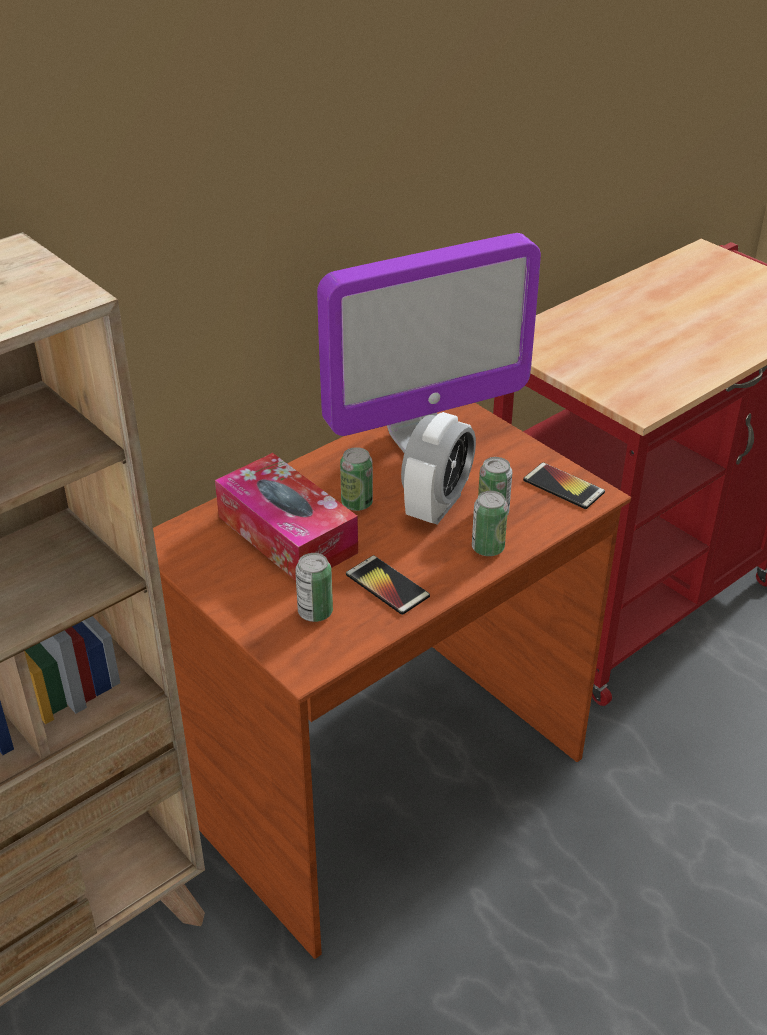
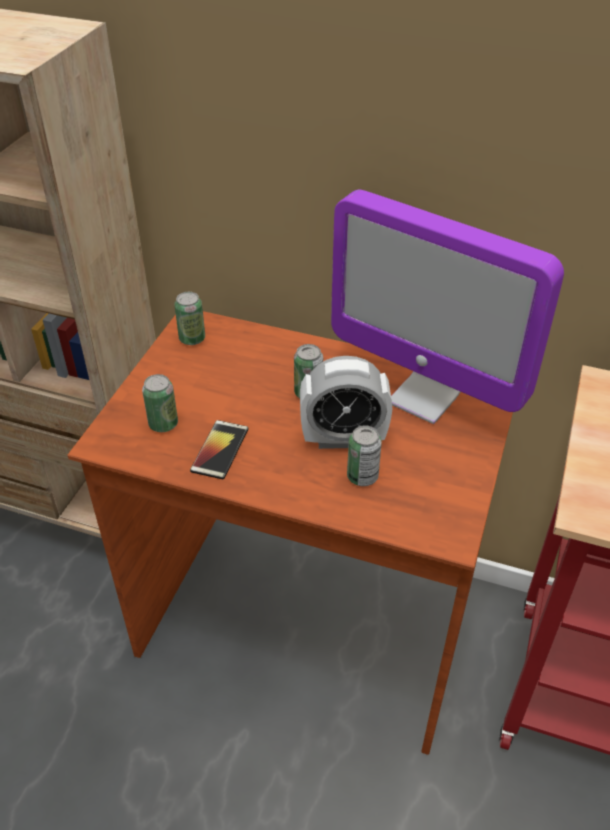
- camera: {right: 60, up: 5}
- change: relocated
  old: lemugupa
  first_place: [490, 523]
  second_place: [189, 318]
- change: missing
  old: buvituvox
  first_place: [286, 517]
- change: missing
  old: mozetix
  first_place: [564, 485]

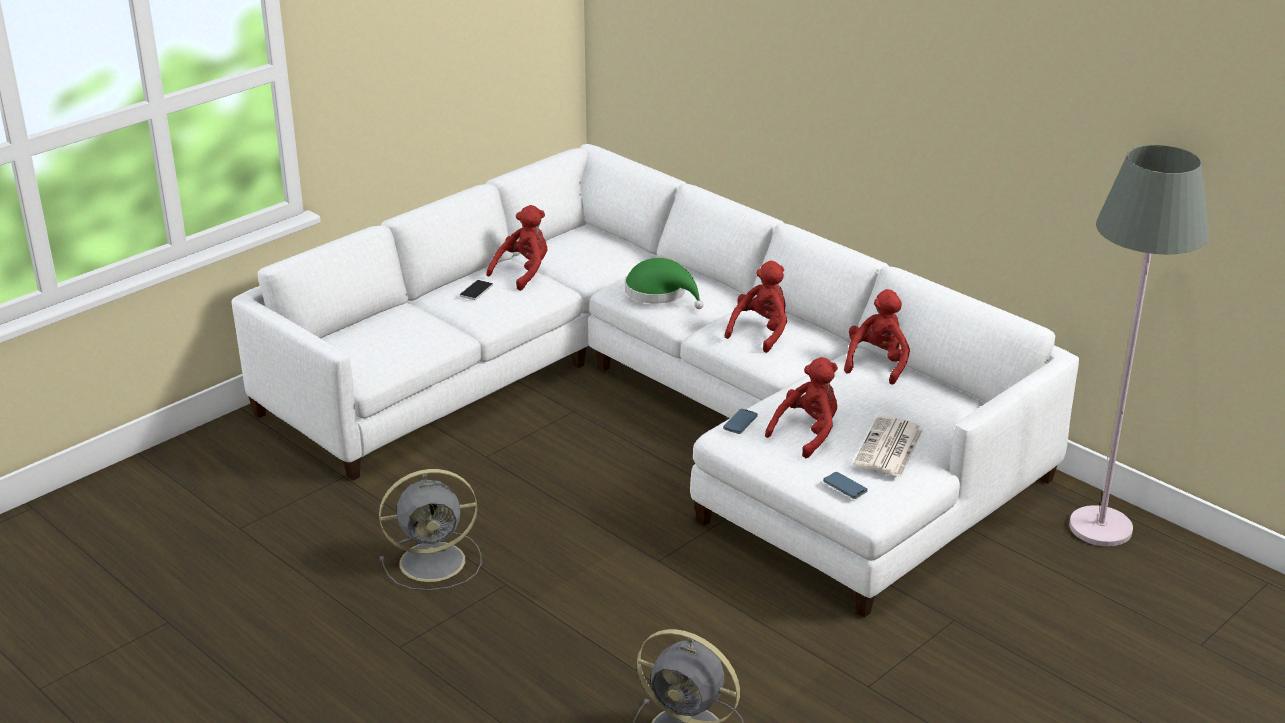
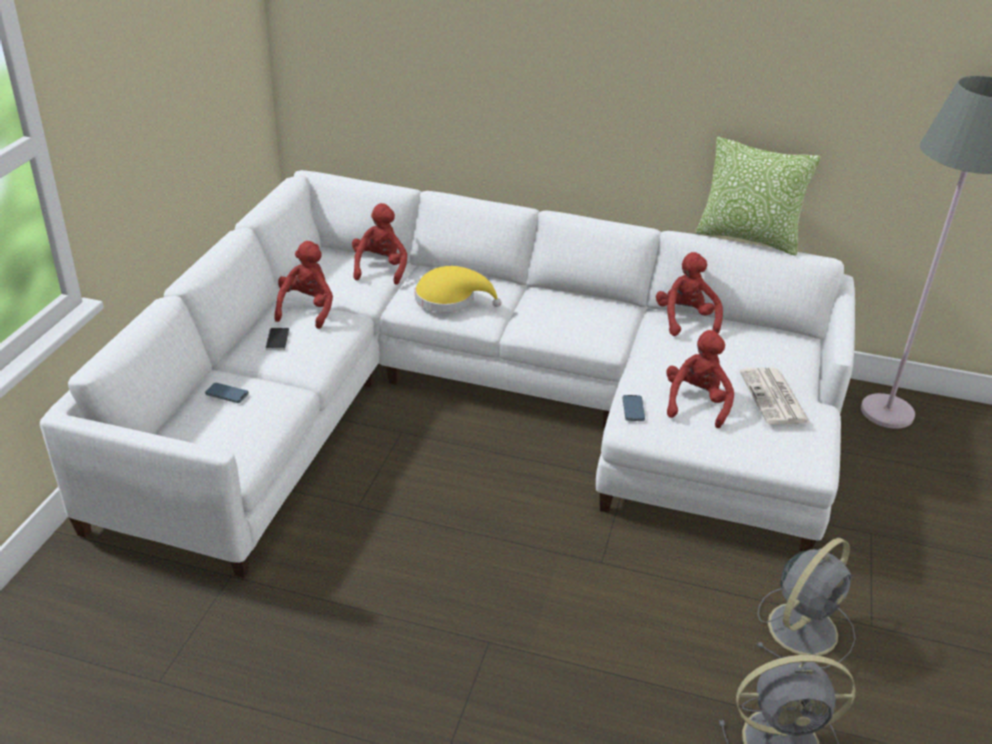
- camera: {right: -30, up: 5}
- change: relocated
  old: mozetix
  first_place: [845, 485]
  second_place: [227, 393]
- change: relocated
  old: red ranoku
  first_place: [756, 307]
  second_place: [379, 244]
- change: colour
  old: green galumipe
  new: yellow galumipe
  first_place: [664, 283]
  second_place: [458, 289]
- change: appeared
  new: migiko
  second_place: [758, 196]
- change: relocated
  old: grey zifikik
  first_place: [430, 530]
  second_place: [806, 603]

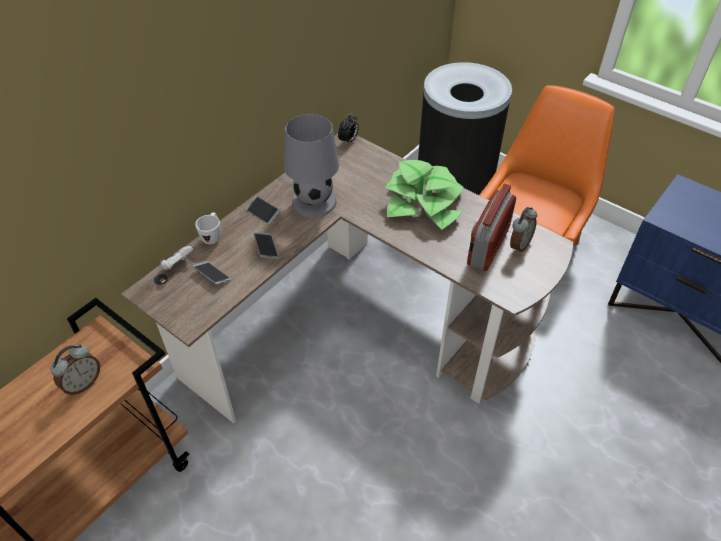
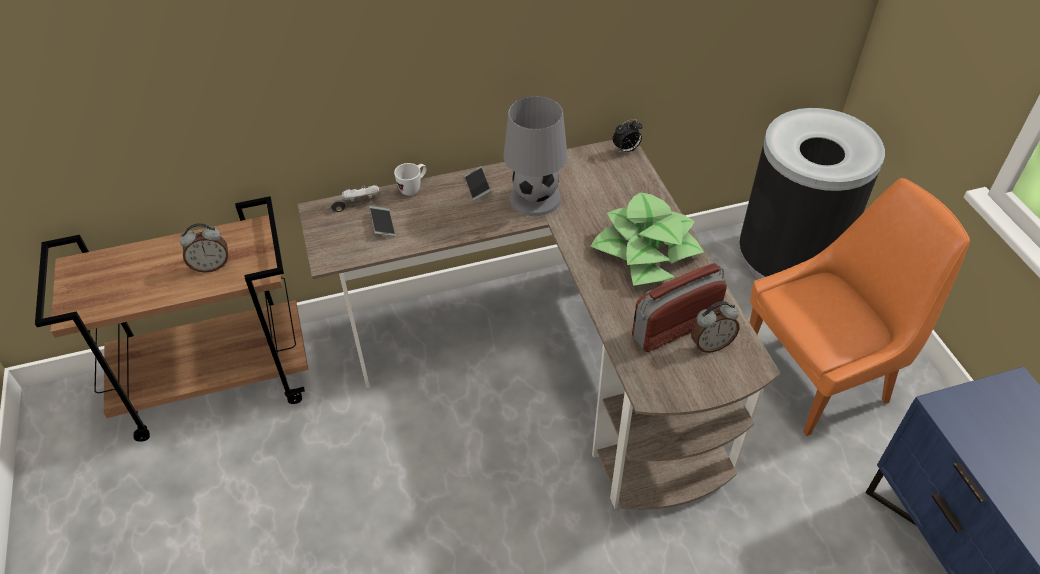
- camera: {right: 35, up: 0}
- change: missing
  old: mozetix
  first_place: [265, 245]

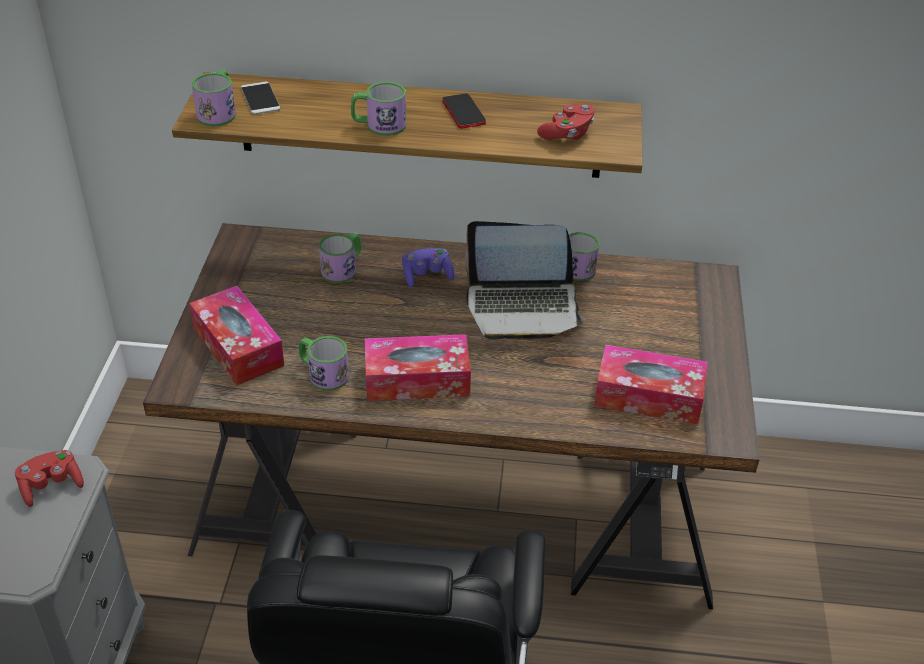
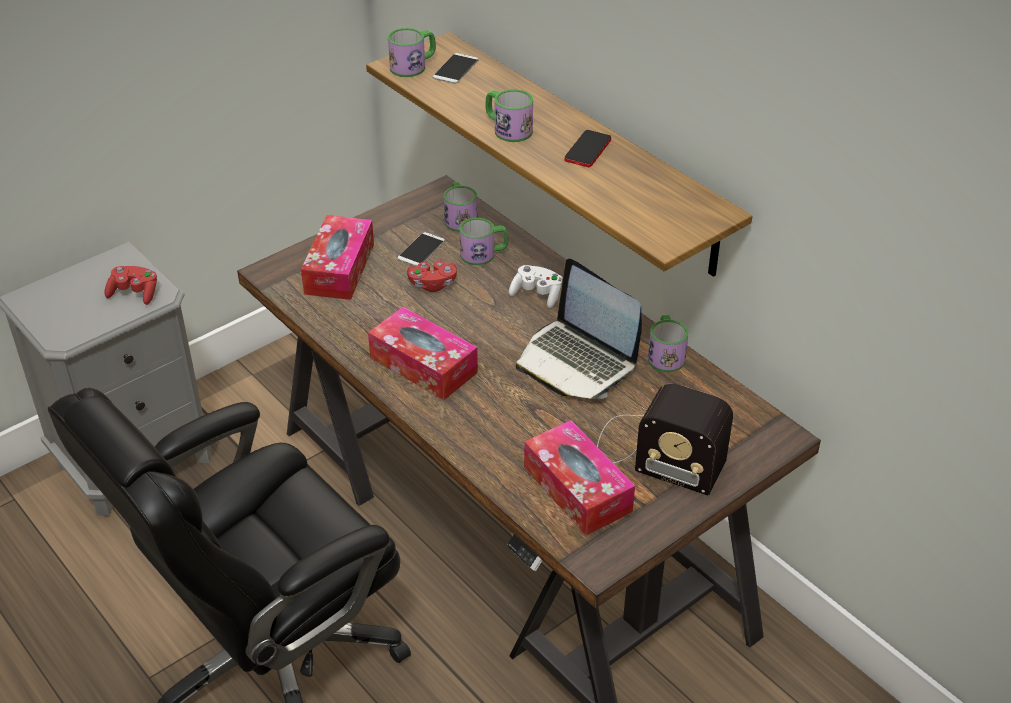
- camera: {right: 45, up: 0}
- change: appeared
  new: mozetix
  second_place: [421, 249]
- change: relocated
  old: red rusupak
  first_place: [566, 122]
  second_place: [432, 276]
- change: relocated
  old: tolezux
  first_place: [324, 363]
  second_place: [460, 207]
- change: colour
  old: purple rusupak
  new: white rusupak
  first_place: [428, 268]
  second_place: [535, 287]
- change: appeared
  new: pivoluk
  second_place: [665, 439]

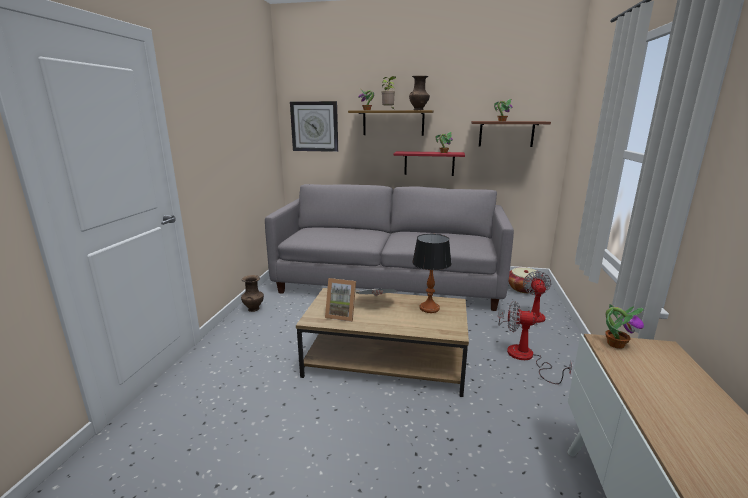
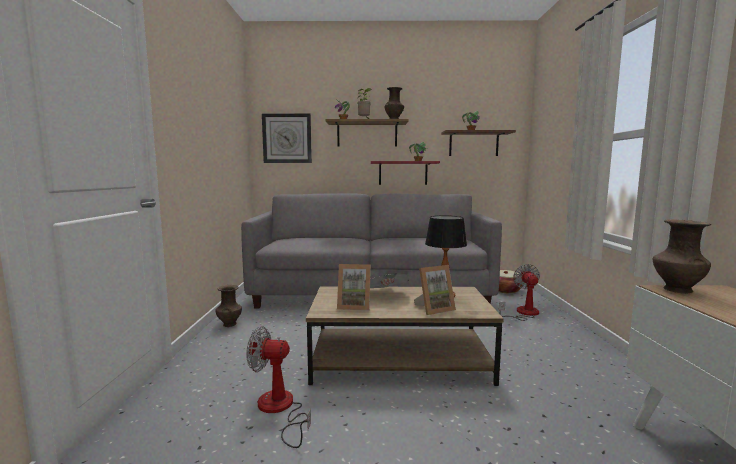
- camera: {right: -10, up: -10}
- change: relocated
  old: zifikik
  first_place: [539, 342]
  second_place: [278, 387]
- change: appeared
  new: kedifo
  second_place: [435, 290]
- change: exchanged
  old: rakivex
  new: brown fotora
  first_place: [624, 326]
  second_place: [682, 256]

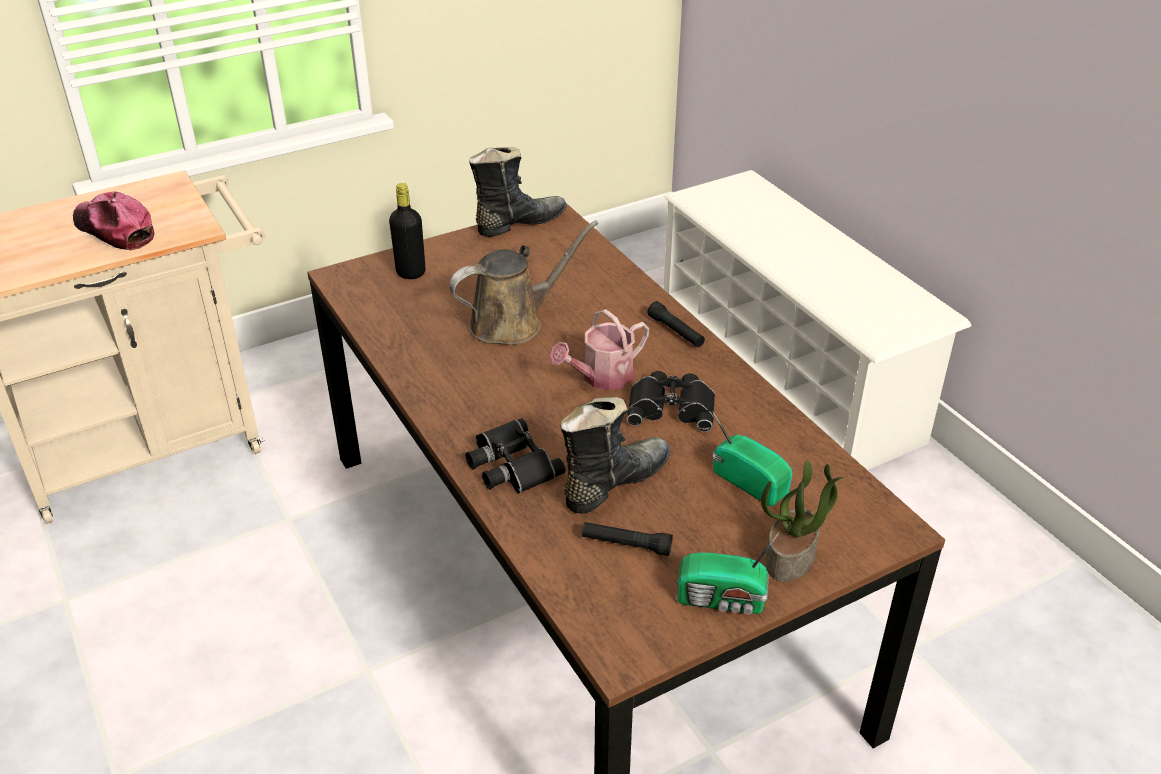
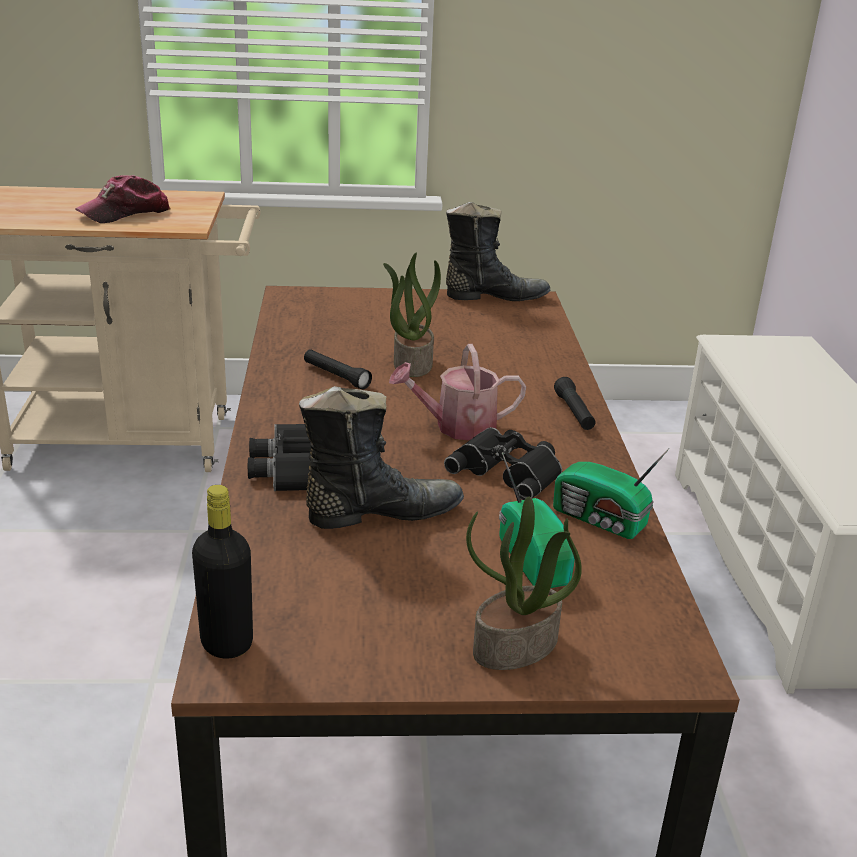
- camera: {right: 25, up: -10}
- change: spun
  old: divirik
  first_place: [113, 220]
  second_place: [123, 199]
  degrees: -105
- change: relocated
  old: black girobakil
  first_place: [407, 231]
  second_place: [222, 571]
- change: relocated
  old: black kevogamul
  first_place: [627, 539]
  second_place: [338, 369]
- change: exchanged
  old: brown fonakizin
  new: rakivex
  first_place: [523, 282]
  second_place: [412, 315]
- change: relocated
  old: pivoluk
  first_place: [728, 573]
  second_place: [611, 493]

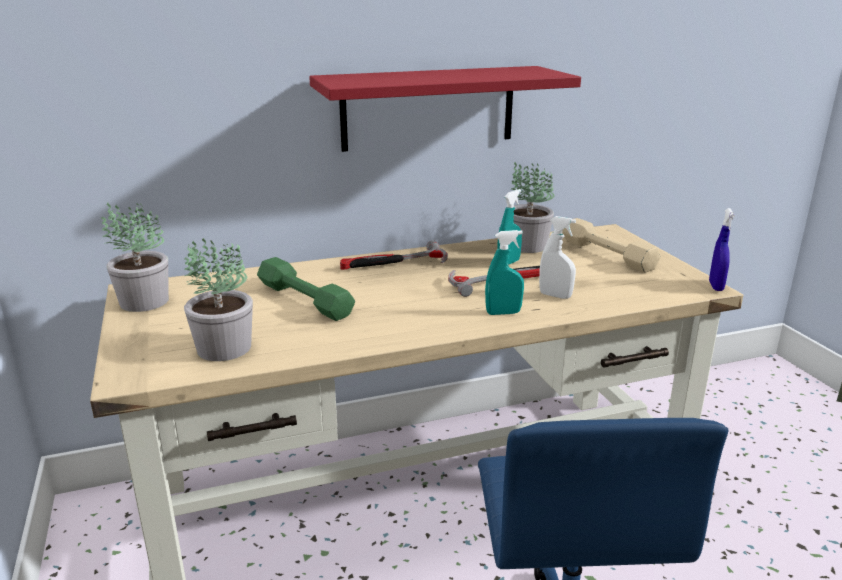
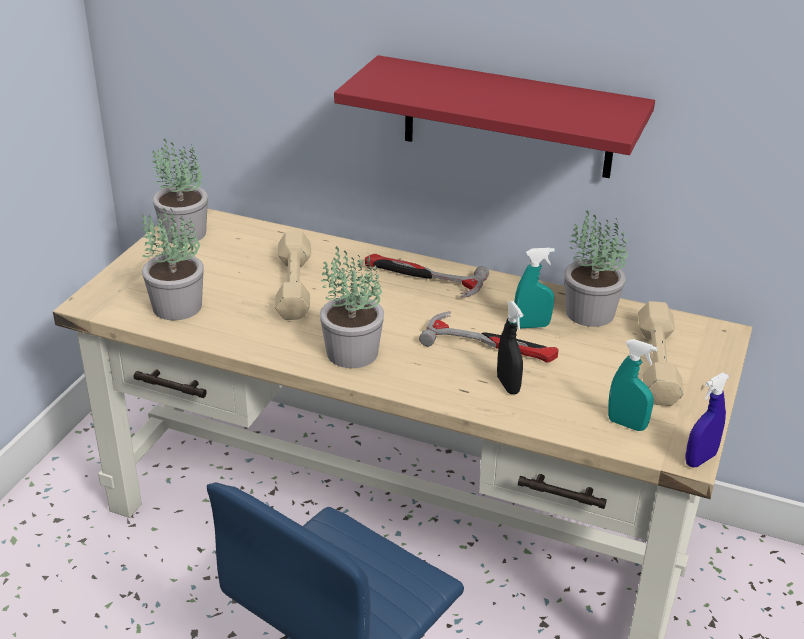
- camera: {right: 40, up: 10}
- change: colour
  old: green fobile
  new: beige fobile
  first_place: [306, 289]
  second_place: [293, 275]
- change: appeared
  new: rakivex
  second_place: [352, 307]
- change: colour
  old: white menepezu
  new: black menepezu
  first_place: [557, 257]
  second_place: [510, 347]
- change: relocated
  old: turquoise menepezu
  first_place: [504, 272]
  second_place: [633, 385]

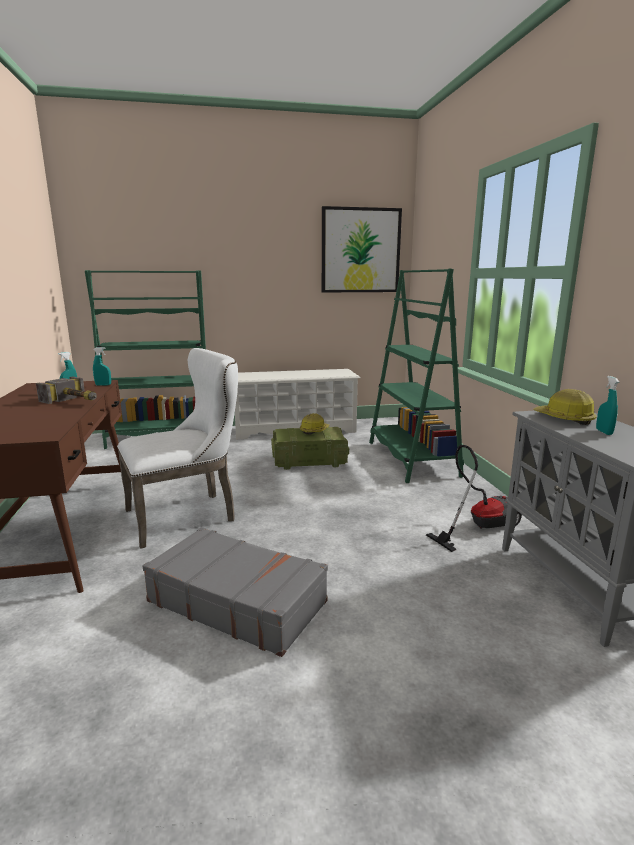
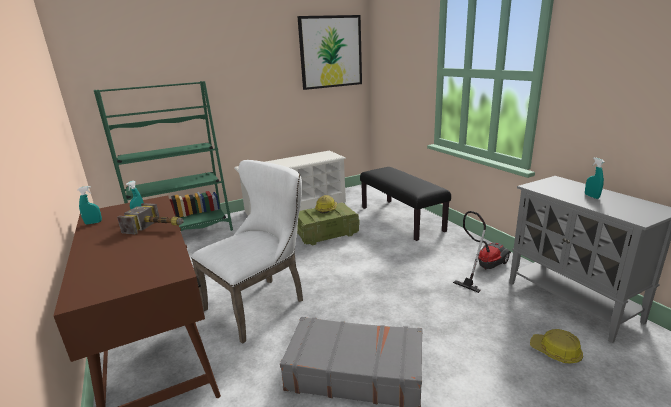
- camera: {right: -15, up: 5}
- change: relocated
  old: turquoise menepezu
  first_place: [102, 366]
  second_place: [89, 205]
- change: exchanged
  old: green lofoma
  new: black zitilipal
  first_place: [416, 375]
  second_place: [405, 204]
- change: relocated
  old: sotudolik
  first_place: [564, 407]
  second_place: [556, 346]

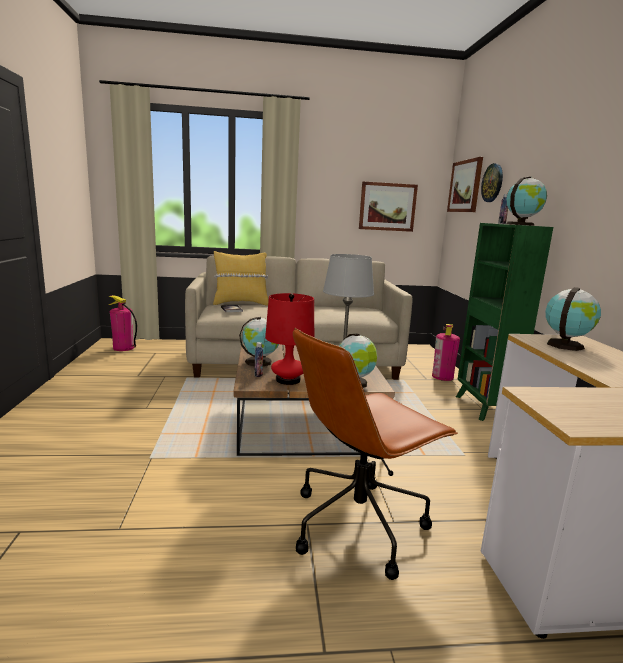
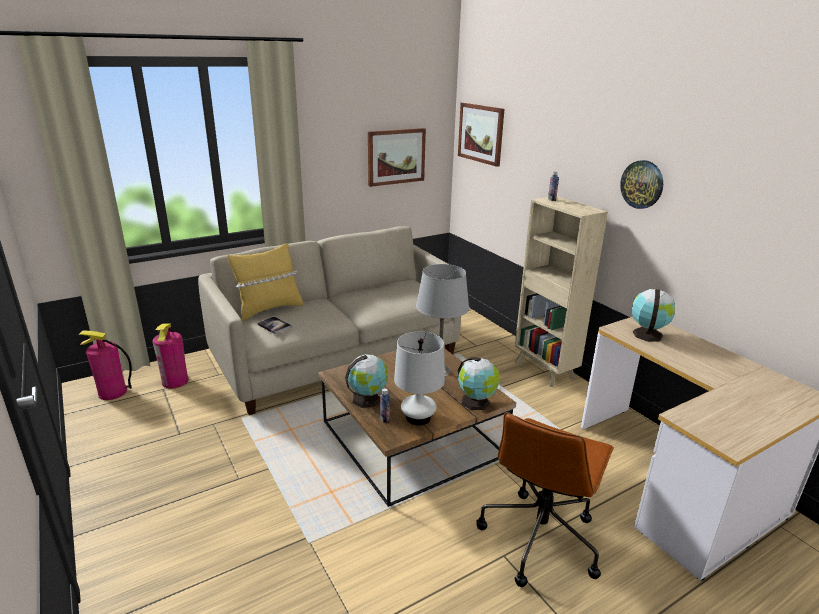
- camera: {right: -25, up: 10}
- change: relocated
  old: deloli
  first_place: [446, 352]
  second_place: [170, 356]
- change: colour
  old: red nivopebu
  new: white nivopebu
  first_place: [289, 339]
  second_place: [419, 378]
- change: colour
  old: green lofoma
  new: beige lofoma
  first_place: [504, 322]
  second_place: [561, 291]
- change: relocated
  old: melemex
  first_place: [492, 182]
  second_place: [641, 184]
- change: missing
  old: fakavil
  first_place: [526, 201]

